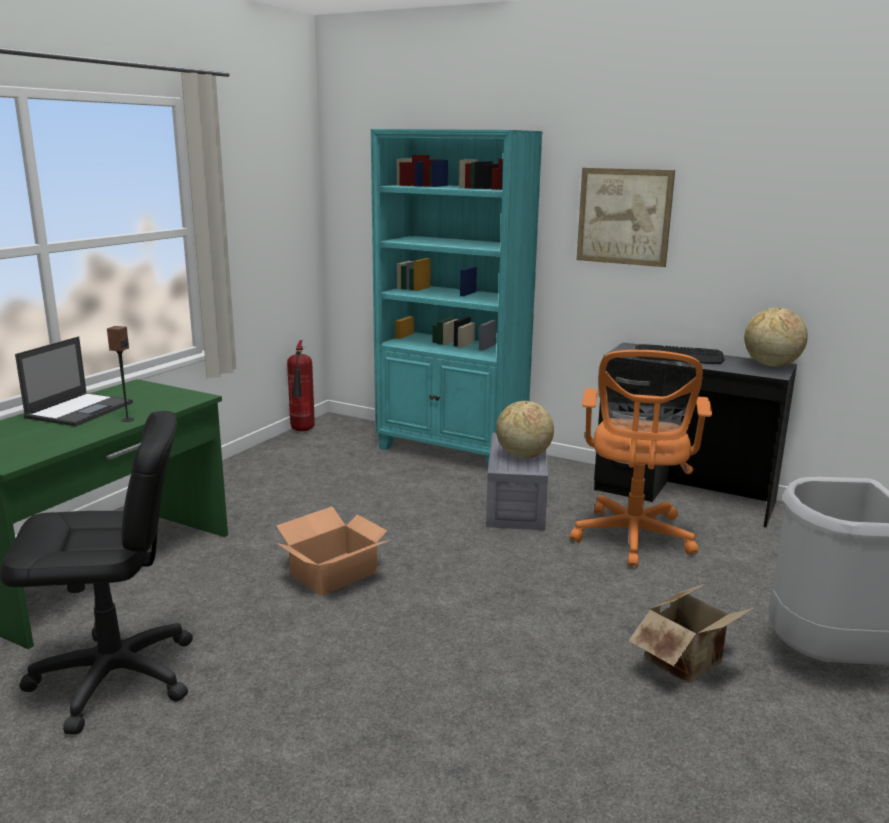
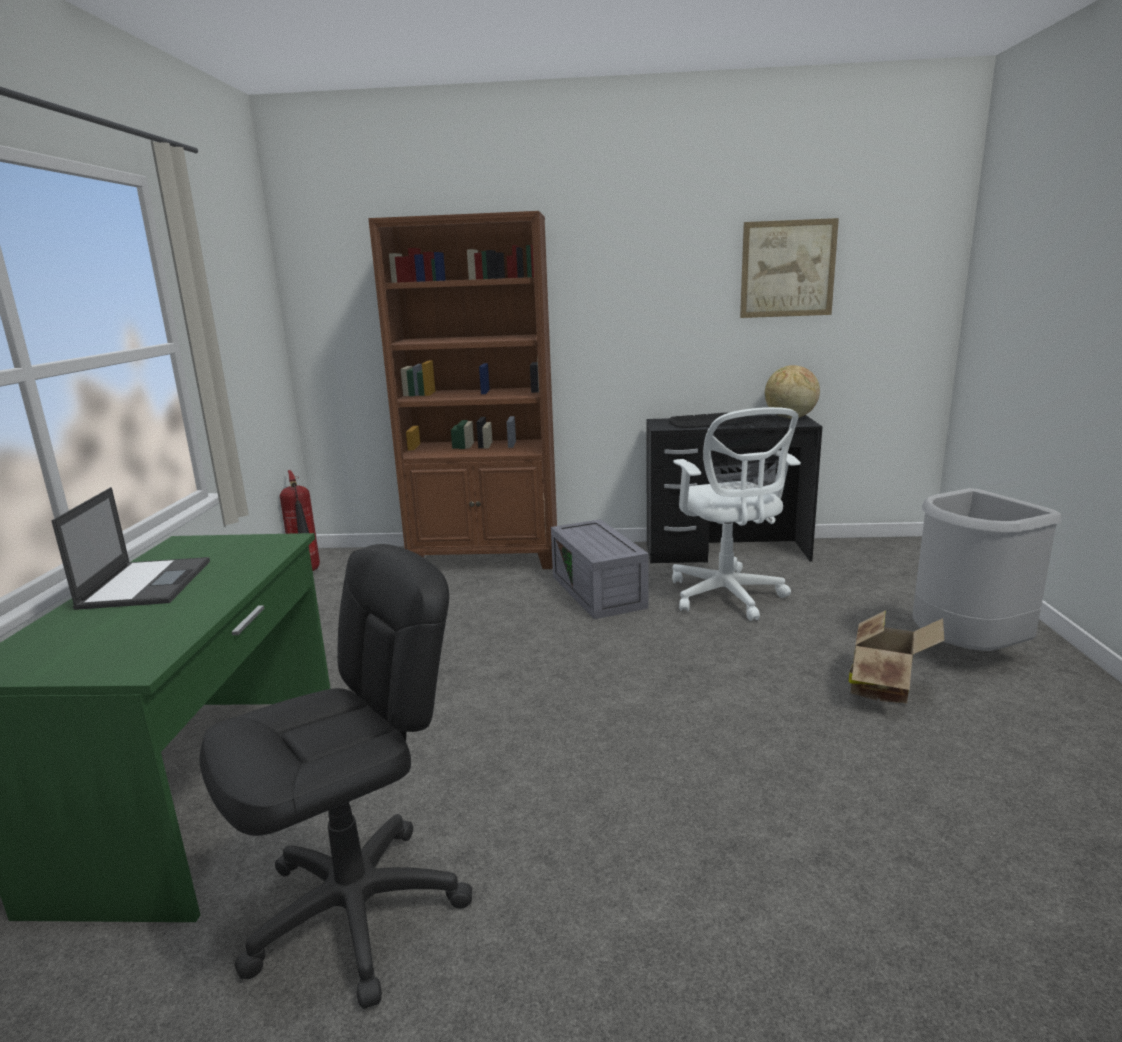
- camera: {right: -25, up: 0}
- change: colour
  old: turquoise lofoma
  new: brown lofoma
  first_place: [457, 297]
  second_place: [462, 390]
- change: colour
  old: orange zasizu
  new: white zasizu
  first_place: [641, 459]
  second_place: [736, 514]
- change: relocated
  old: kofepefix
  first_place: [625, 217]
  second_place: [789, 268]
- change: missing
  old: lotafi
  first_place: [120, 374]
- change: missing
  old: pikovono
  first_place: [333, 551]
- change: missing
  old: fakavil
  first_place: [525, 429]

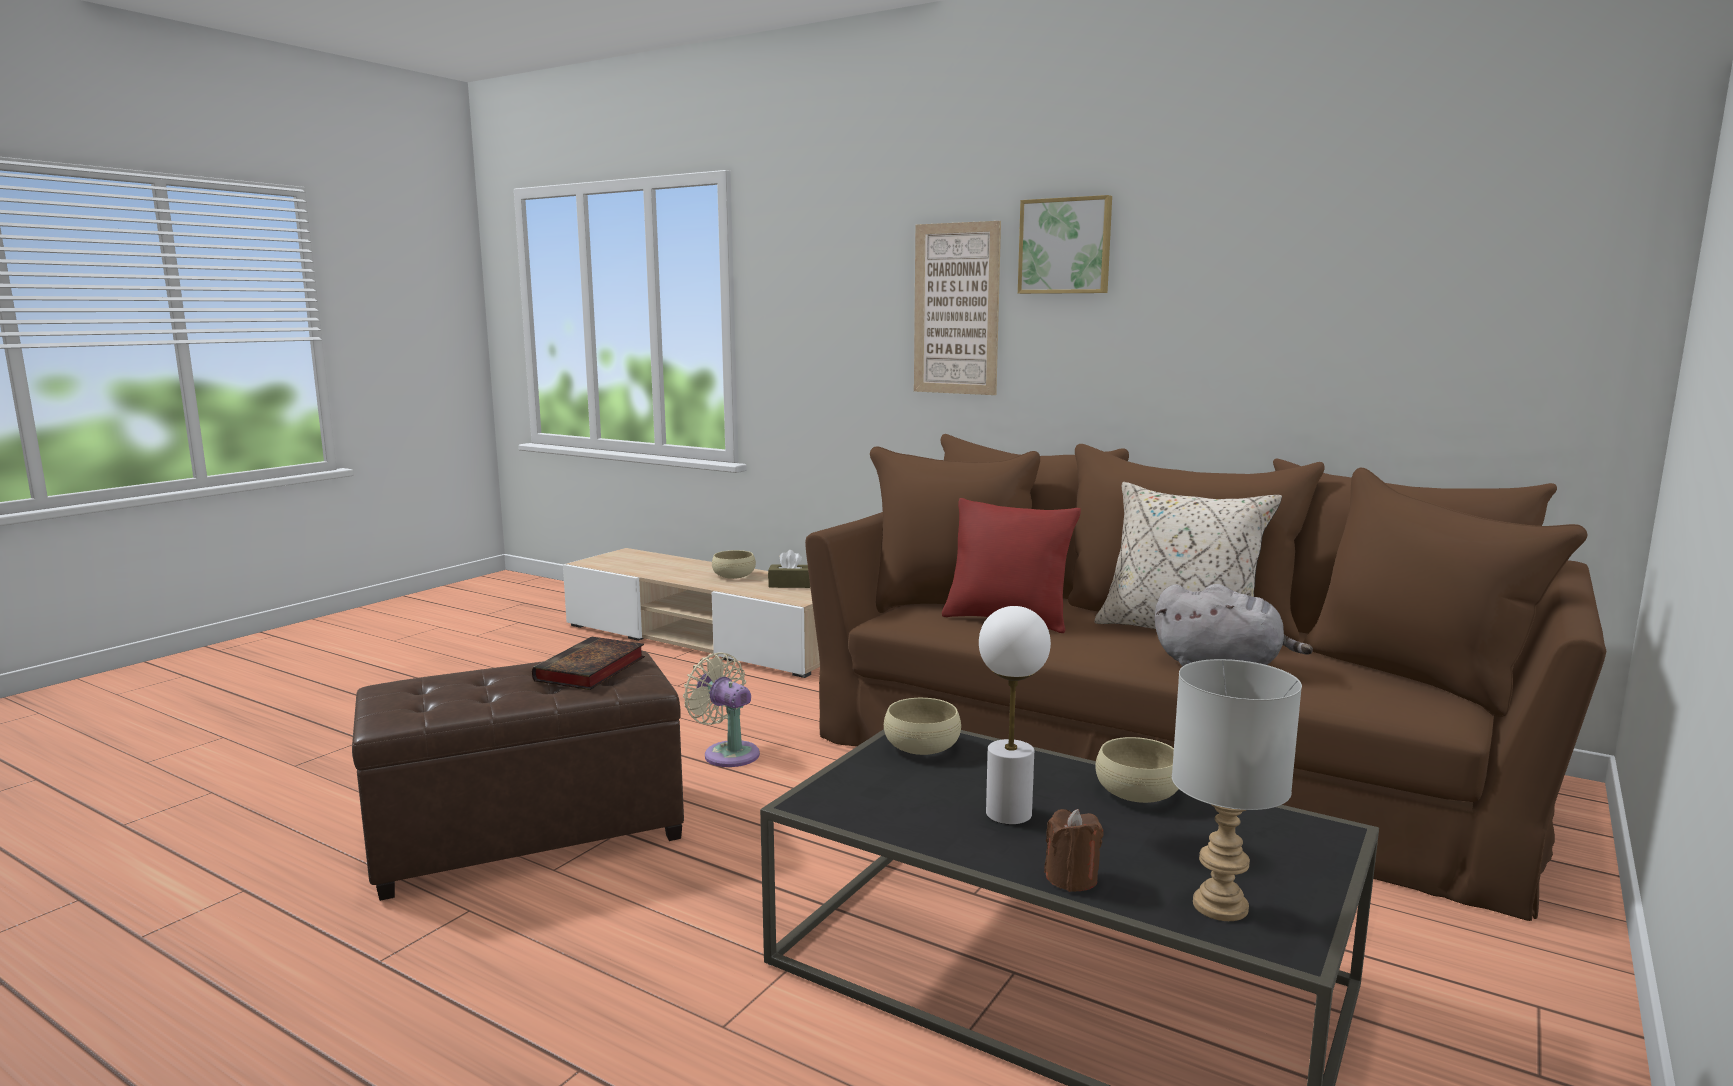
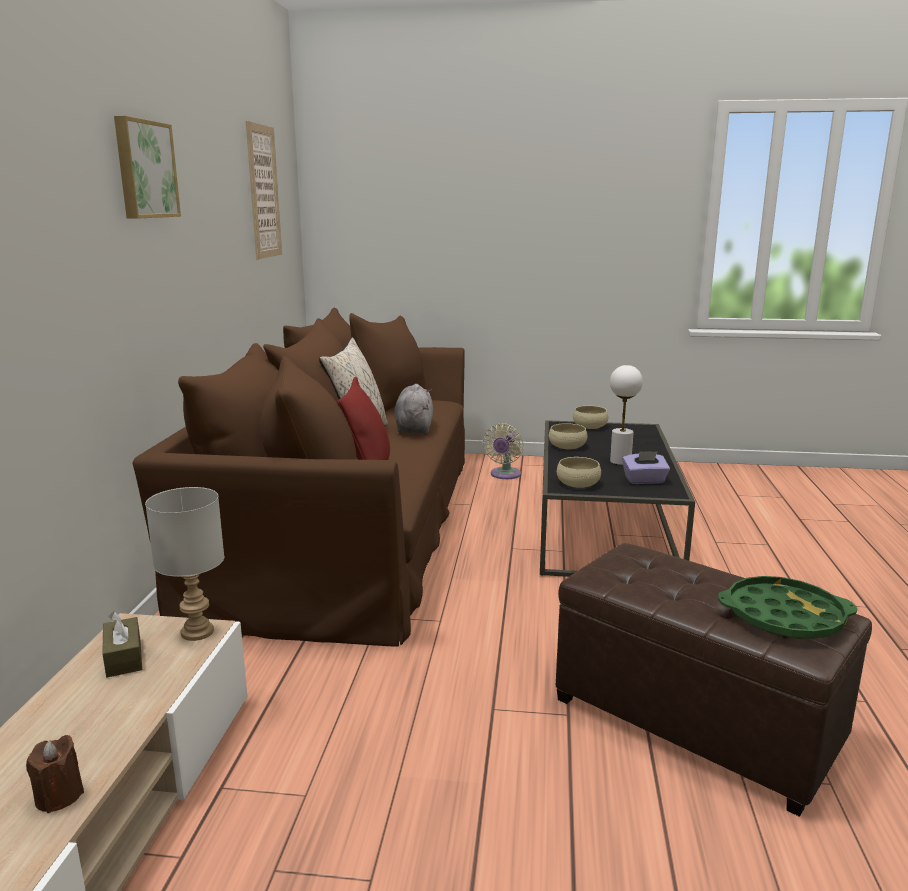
- camera: {right: -115, up: 5}
- change: relocated
  old: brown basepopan
  first_place: [1073, 850]
  second_place: [55, 774]
- change: relocated
  old: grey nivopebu
  first_place: [1237, 790]
  second_place: [184, 564]
- change: relocated
  old: kofepefix
  first_place: [957, 308]
  second_place: [264, 190]
- change: relocated
  old: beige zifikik
  first_place: [721, 710]
  second_place: [503, 451]
- change: relocated
  old: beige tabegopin
  first_place: [734, 564]
  second_place: [591, 417]
- change: appeared
  new: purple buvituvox
  second_place: [646, 467]
- change: appeared
  new: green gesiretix
  second_place: [787, 607]
- change: missing
  old: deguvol
  first_place: [588, 663]

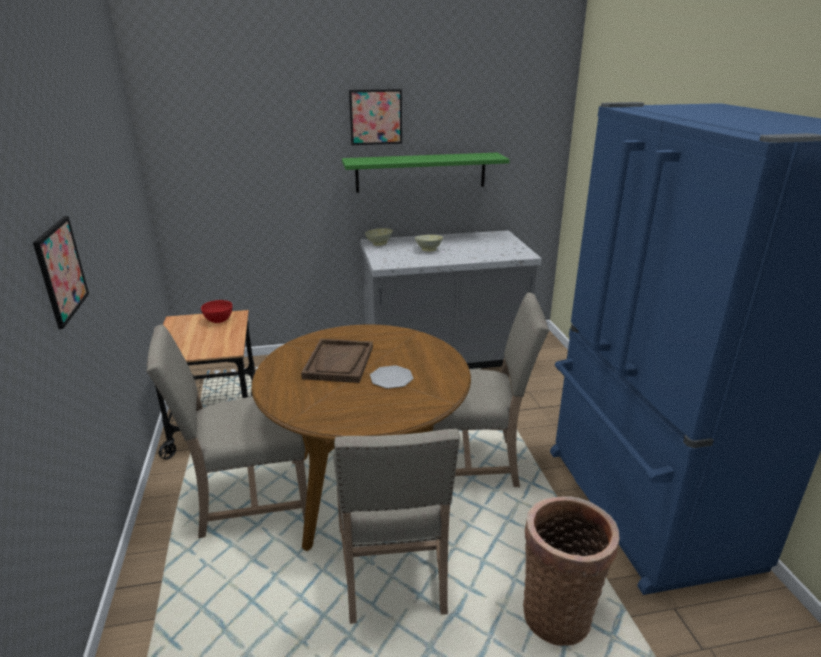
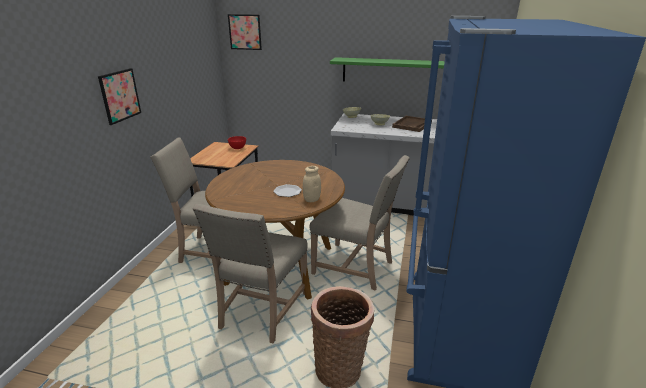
- camera: {right: 25, up: 0}
- change: relocated
  old: kofepefix
  first_place: [375, 117]
  second_place: [245, 32]
- change: appeared
  new: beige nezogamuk
  second_place: [312, 184]
- change: relocated
  old: brown gesiretix
  first_place: [337, 361]
  second_place: [412, 124]

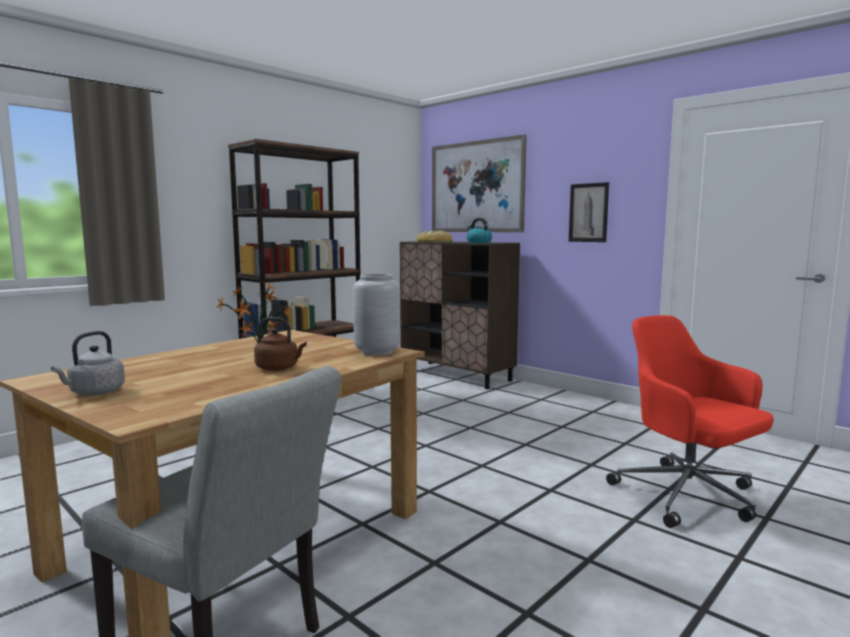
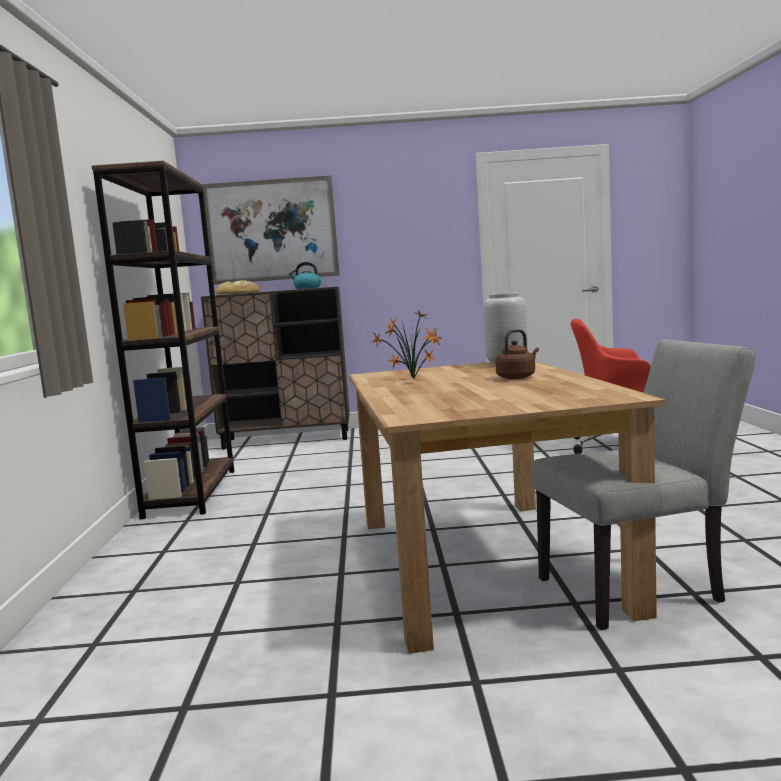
- camera: {right: -45, up: 0}
- change: missing
  old: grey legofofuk
  first_place: [88, 363]
- change: missing
  old: kofepefix
  first_place: [589, 212]

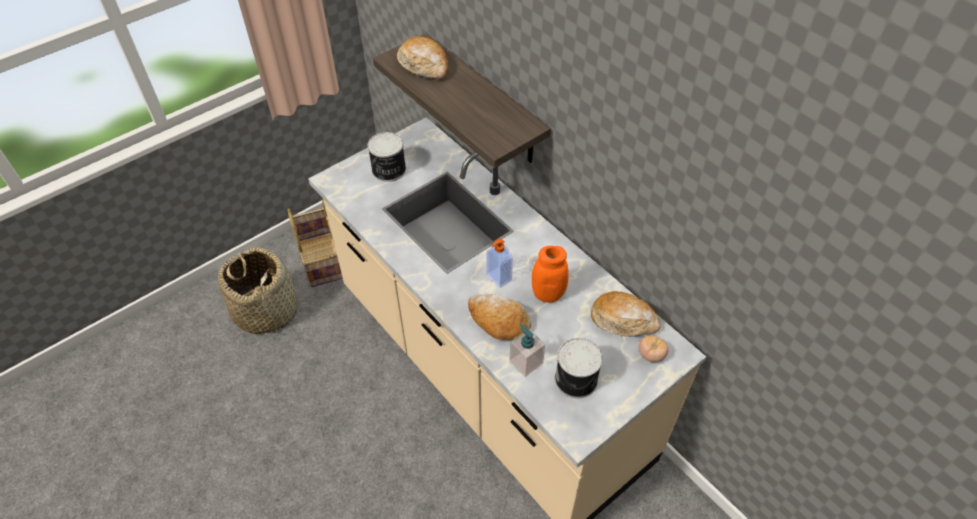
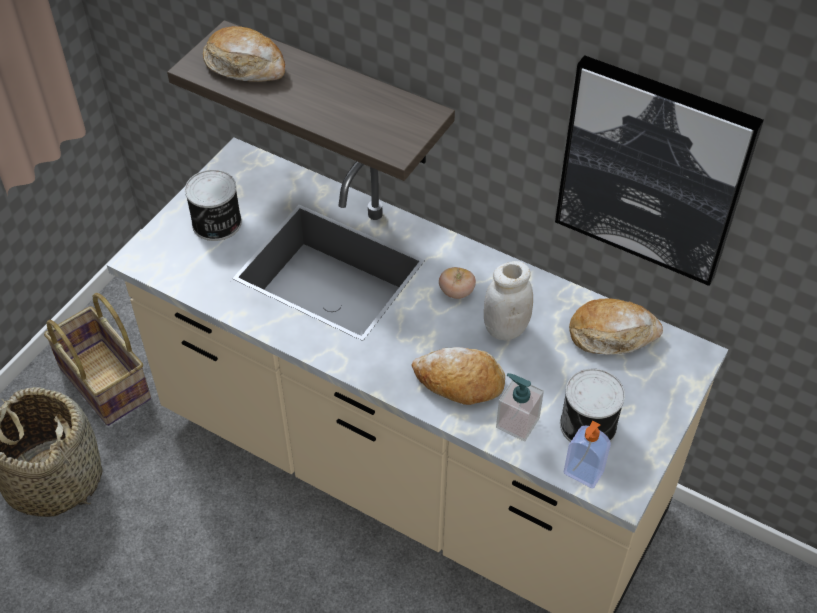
- camera: {right: -20, up: 0}
- change: relocated
  old: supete
  first_place: [653, 349]
  second_place: [457, 283]
- change: colour
  old: orange nezogamuk
  new: white nezogamuk
  first_place: [550, 274]
  second_place: [508, 300]
- change: appeared
  new: kofepefix
  second_place: [659, 170]
- change: relocated
  old: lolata
  first_place: [499, 263]
  second_place: [587, 455]

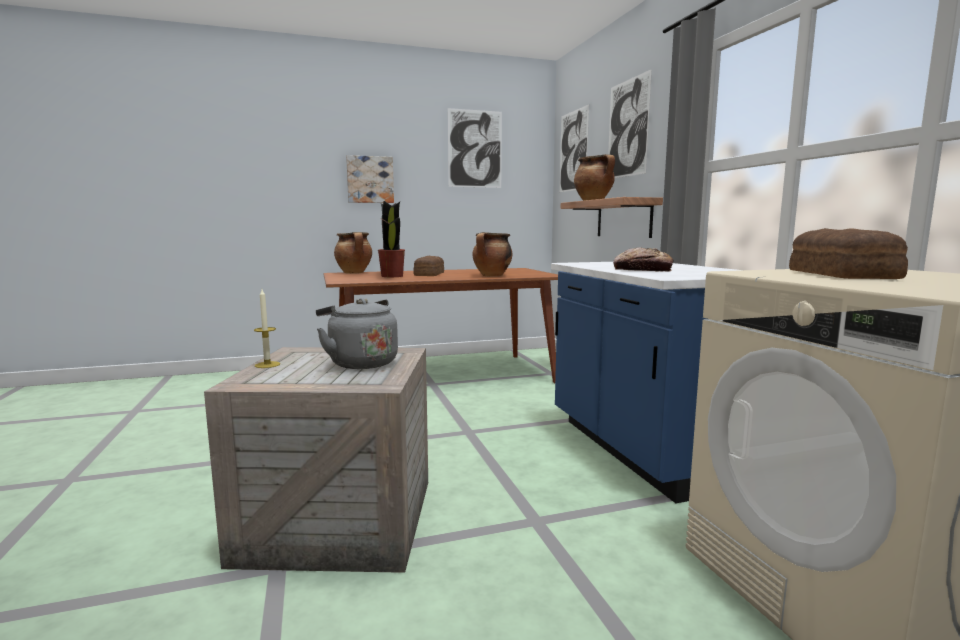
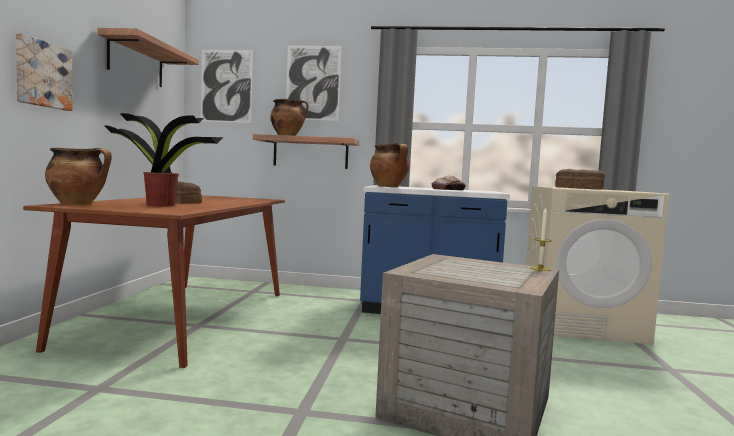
- camera: {right: -65, up: -5}
- change: exchanged
  old: kofepefix
  new: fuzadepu
  first_place: [475, 148]
  second_place: [148, 57]
- change: relocated
  old: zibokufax
  first_place: [492, 254]
  second_place: [389, 165]
- change: relocated
  old: basepopan
  first_place: [267, 328]
  second_place: [541, 239]
- change: missing
  old: grey legofofuk
  first_place: [357, 333]

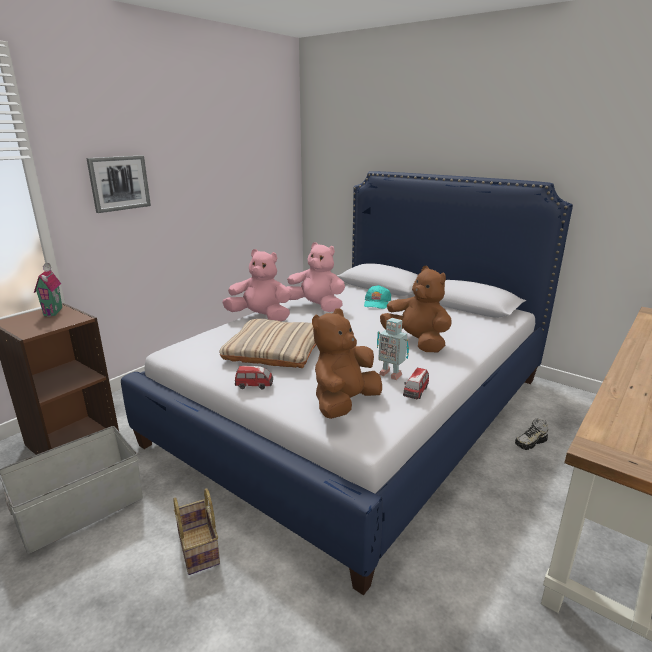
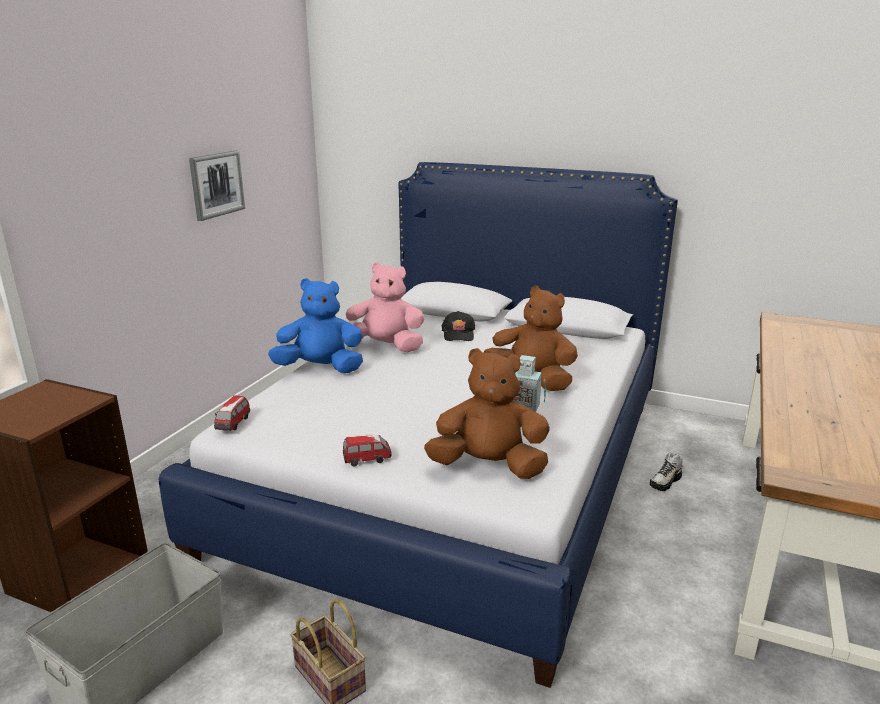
- camera: {right: -15, up: 0}
- change: relocated
  old: kofepefix
  first_place: [118, 184]
  second_place: [217, 186]
- change: relocated
  old: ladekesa
  first_place: [416, 383]
  second_place: [232, 413]
- change: colour
  old: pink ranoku
  new: blue ranoku
  first_place: [256, 285]
  second_place: [315, 325]
- change: spun
  old: brown ranoku
  first_place: [347, 364]
  second_place: [487, 413]
  degrees: 75
- change: colour
  old: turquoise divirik
  new: black divirik
  first_place: [377, 297]
  second_place: [458, 326]
- change: missing
  old: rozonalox
  first_place: [48, 290]
- change: missing
  old: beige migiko
  first_place: [267, 343]

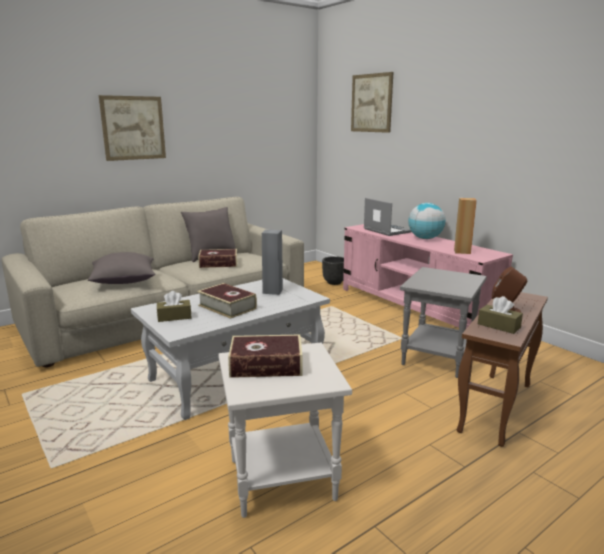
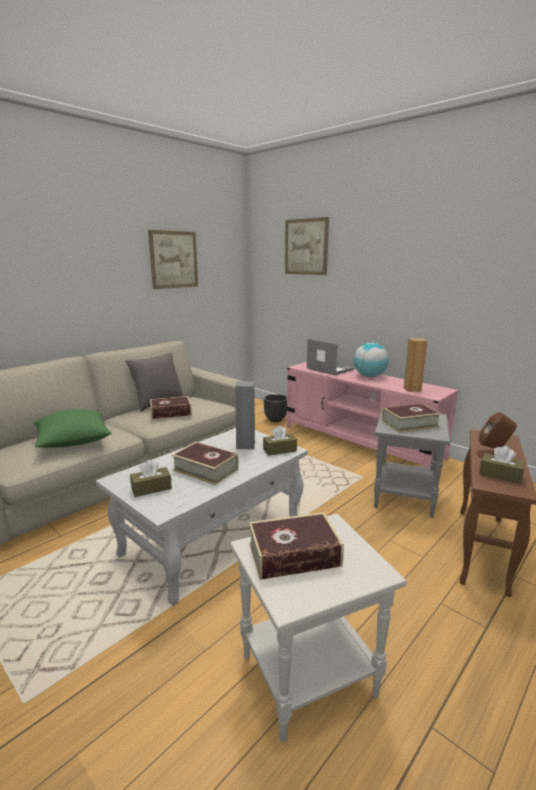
- camera: {right: -10, up: 0}
- change: colour
  old: grey migiko
  new: green migiko
  first_place: [121, 268]
  second_place: [72, 428]
- change: relocated
  old: kofepefix
  first_place: [132, 128]
  second_place: [173, 259]
- change: appeared
  new: brown buvituvox
  second_place: [280, 441]
- change: appeared
  new: deguvol
  second_place: [411, 418]

